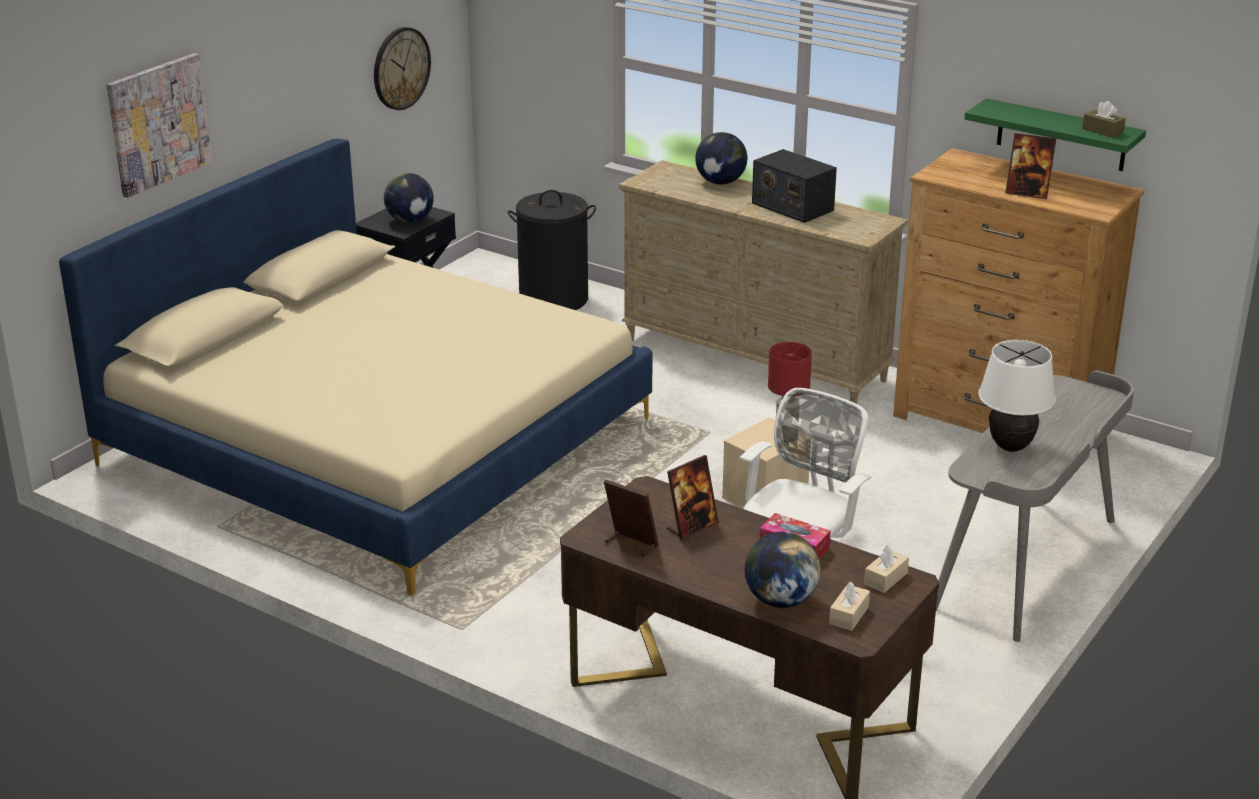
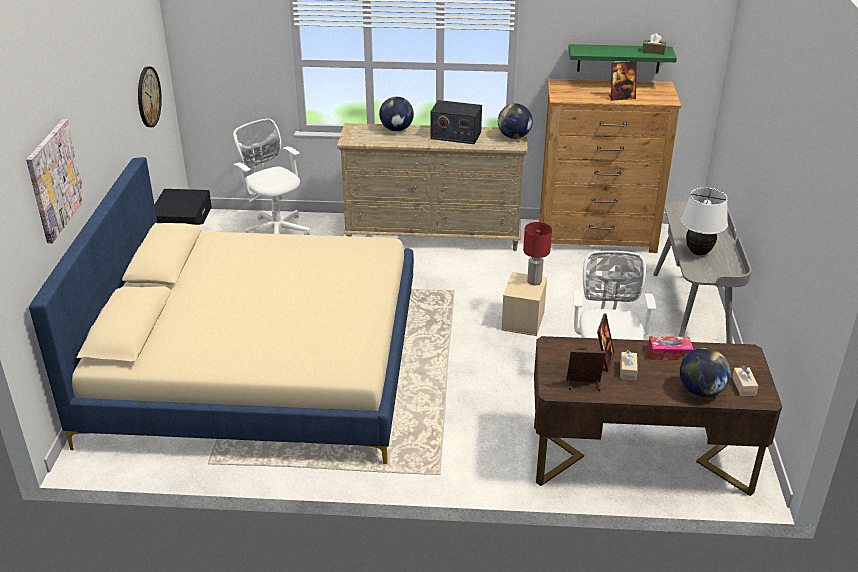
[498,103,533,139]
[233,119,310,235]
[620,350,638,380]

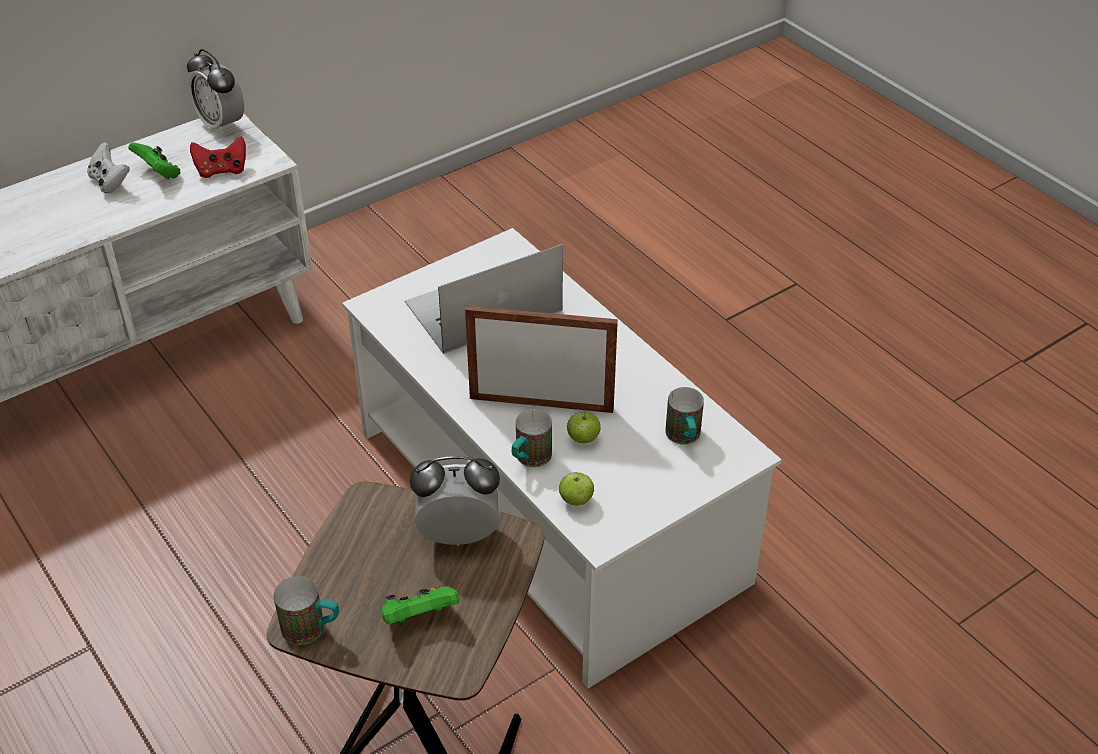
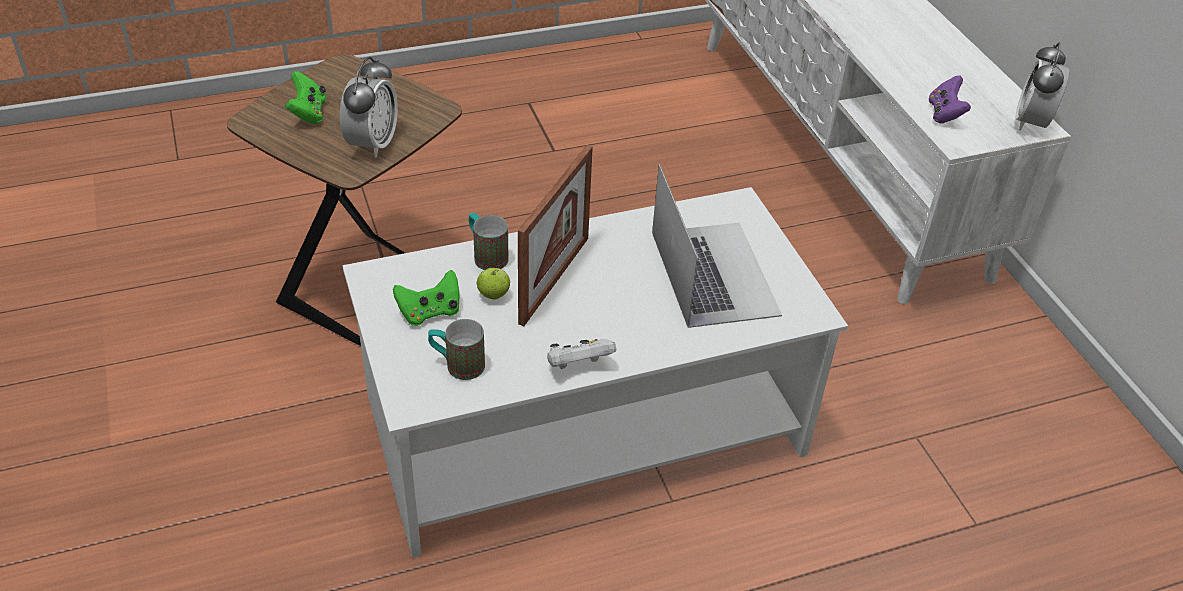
[547,339,616,369]
[393,270,460,326]
[1016,43,1069,131]
[929,76,971,124]
[274,576,339,645] (first image)
[559,472,594,506] (first image)

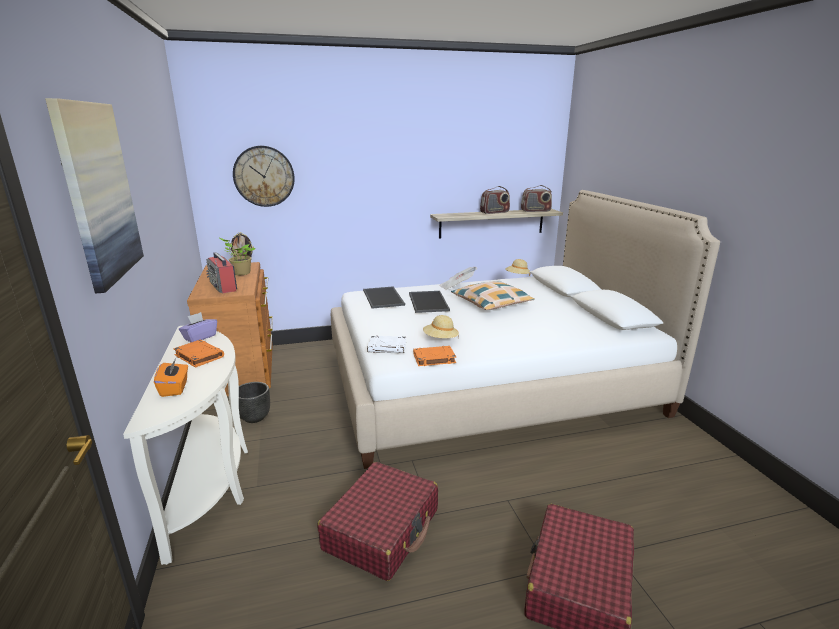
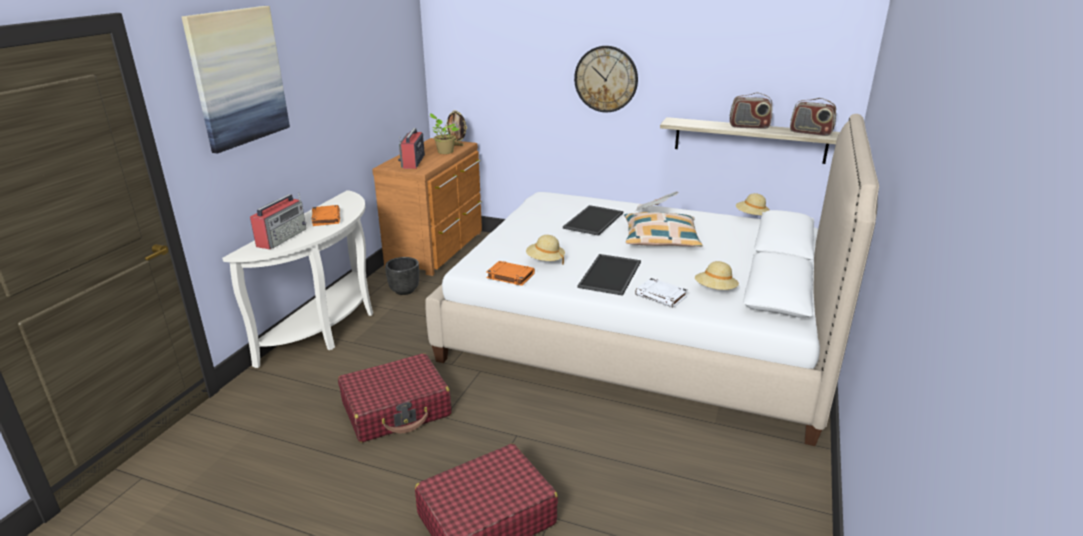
[250,192,306,250]
[179,312,217,342] (first image)
[574,46,638,112]
[577,254,641,296]
[635,278,688,308]
[695,261,739,290]

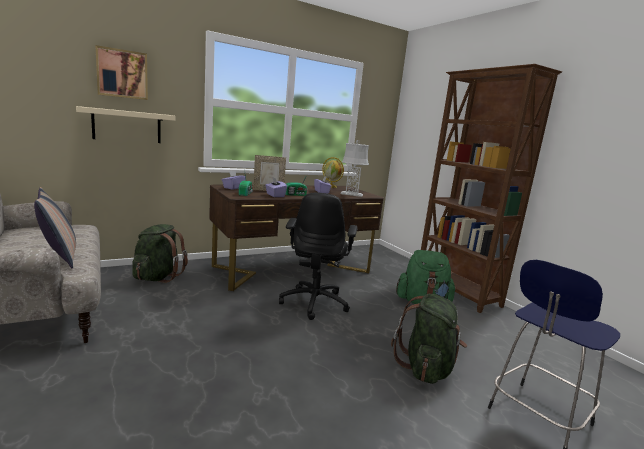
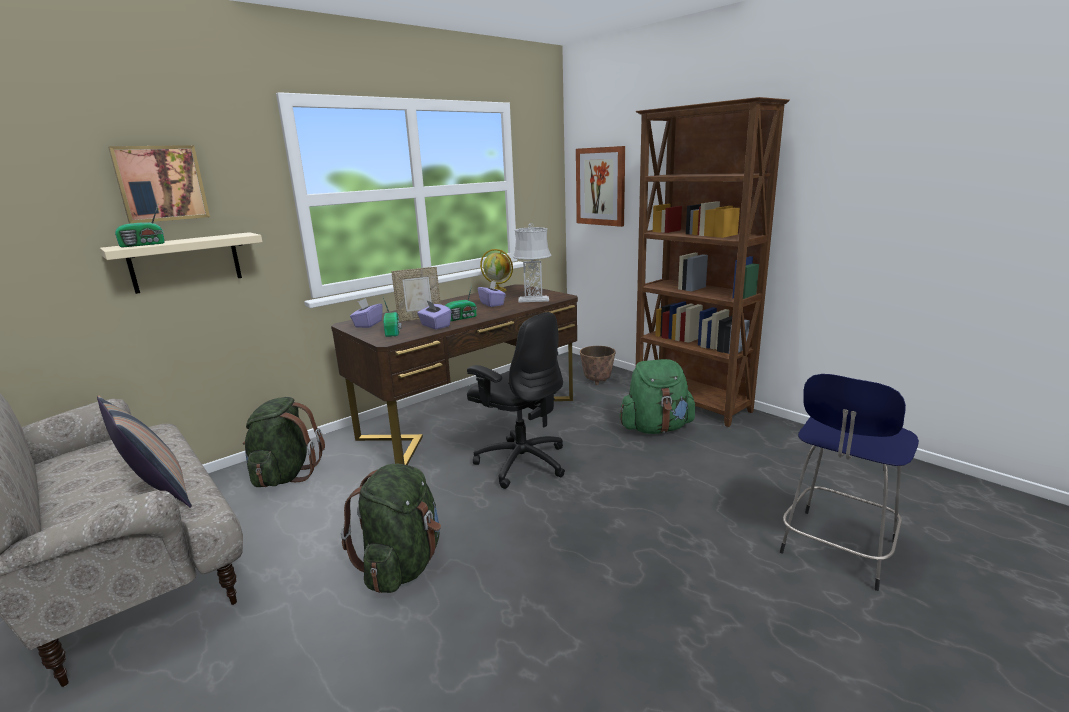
[467,312,565,489]
[341,464,441,593]
[115,205,165,248]
[576,146,625,227]
[580,346,616,385]

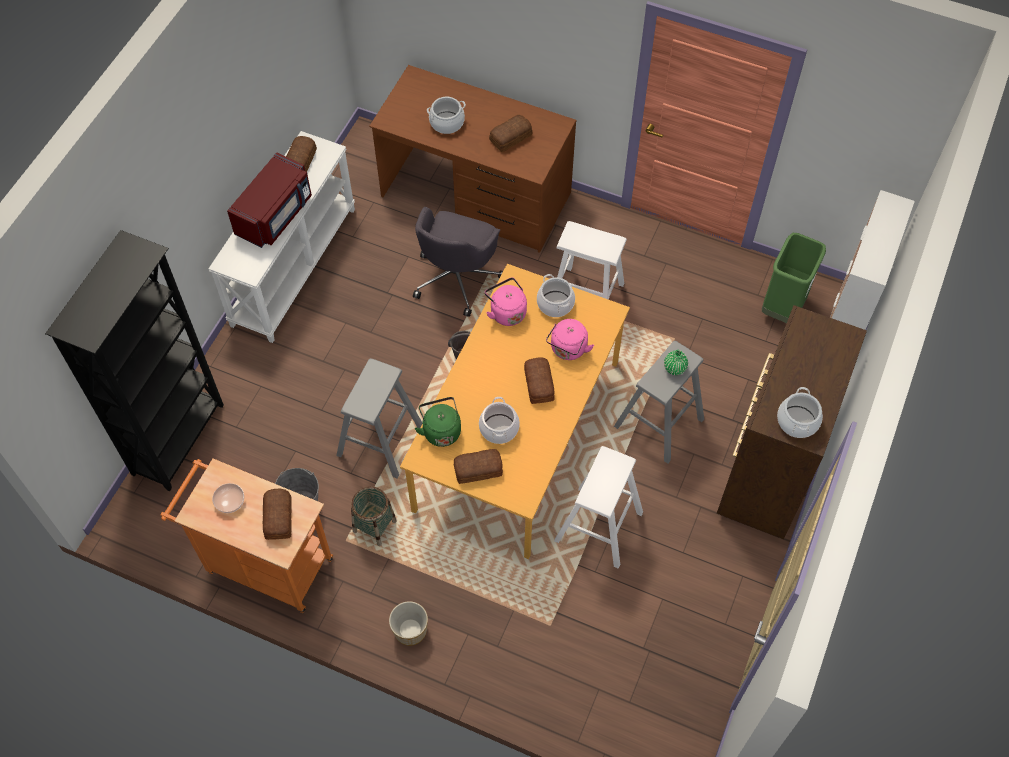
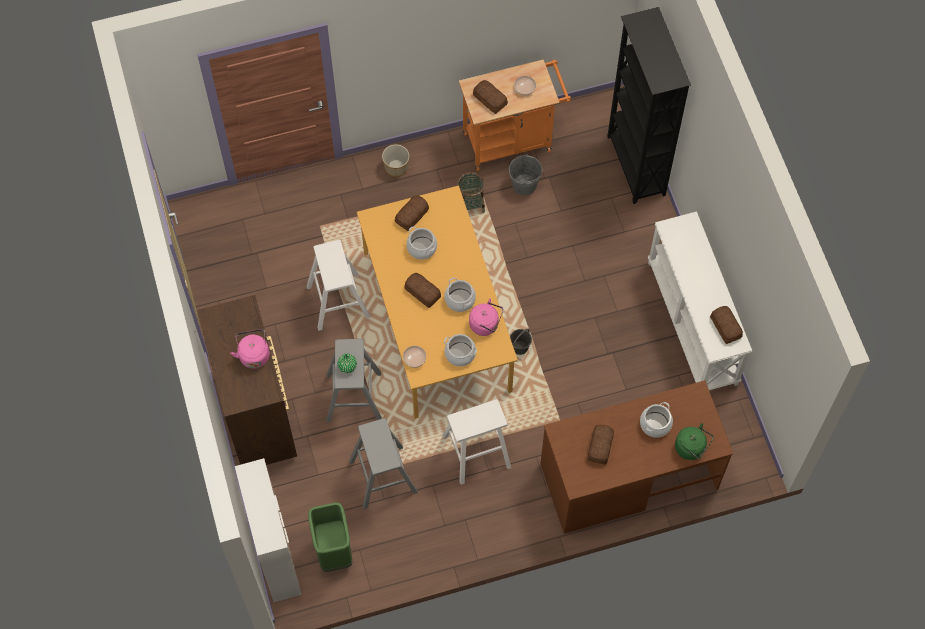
[227,152,312,248] (first image)
[349,418,418,509]
[413,207,503,317] (first image)
[675,423,714,460]
[231,329,270,369]
[444,277,476,312]
[403,346,426,368]

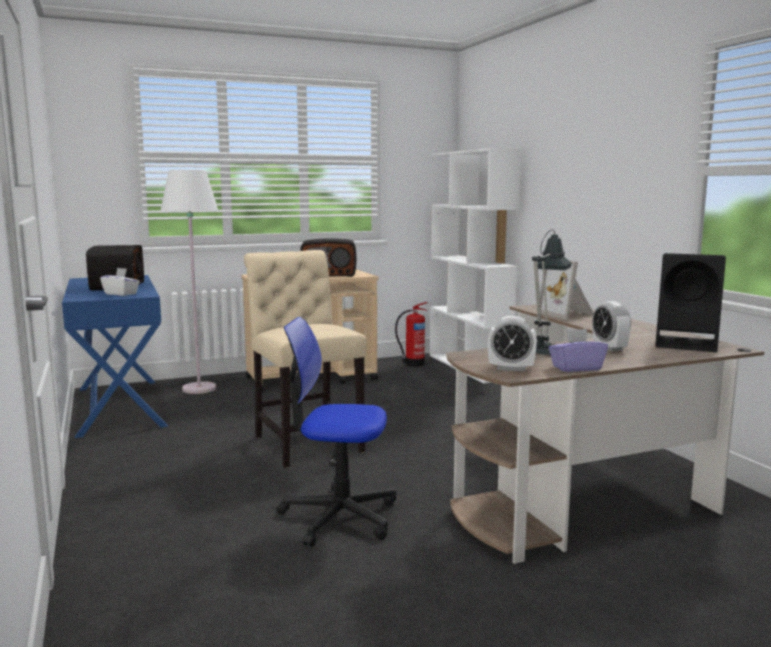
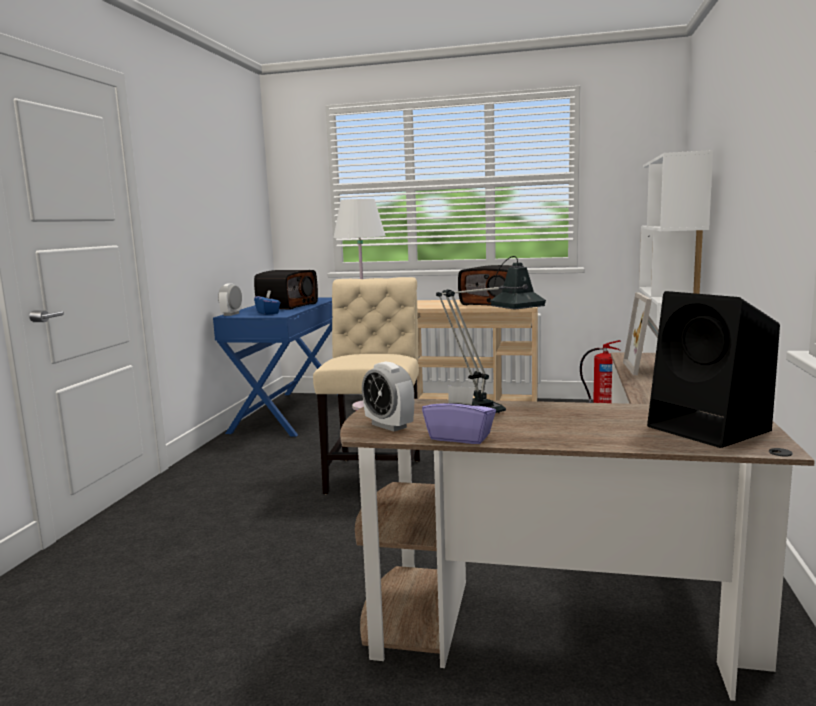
[254,290,280,315]
[276,317,397,547] (first image)
[218,283,242,316]

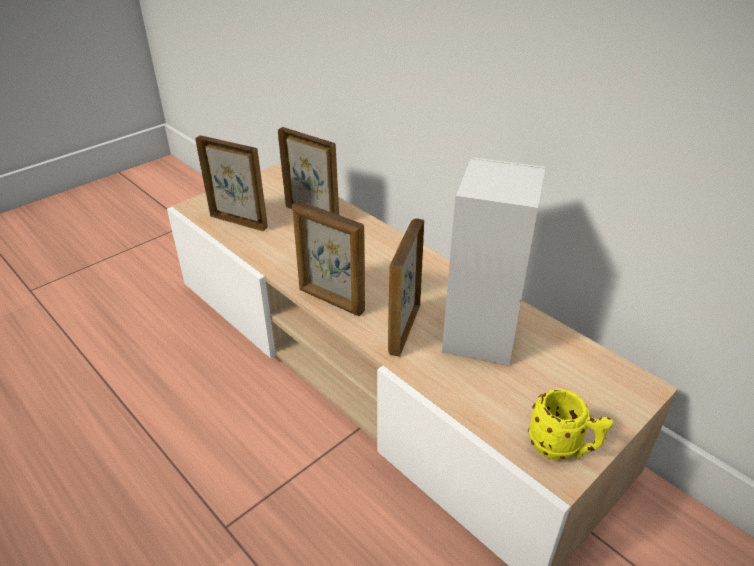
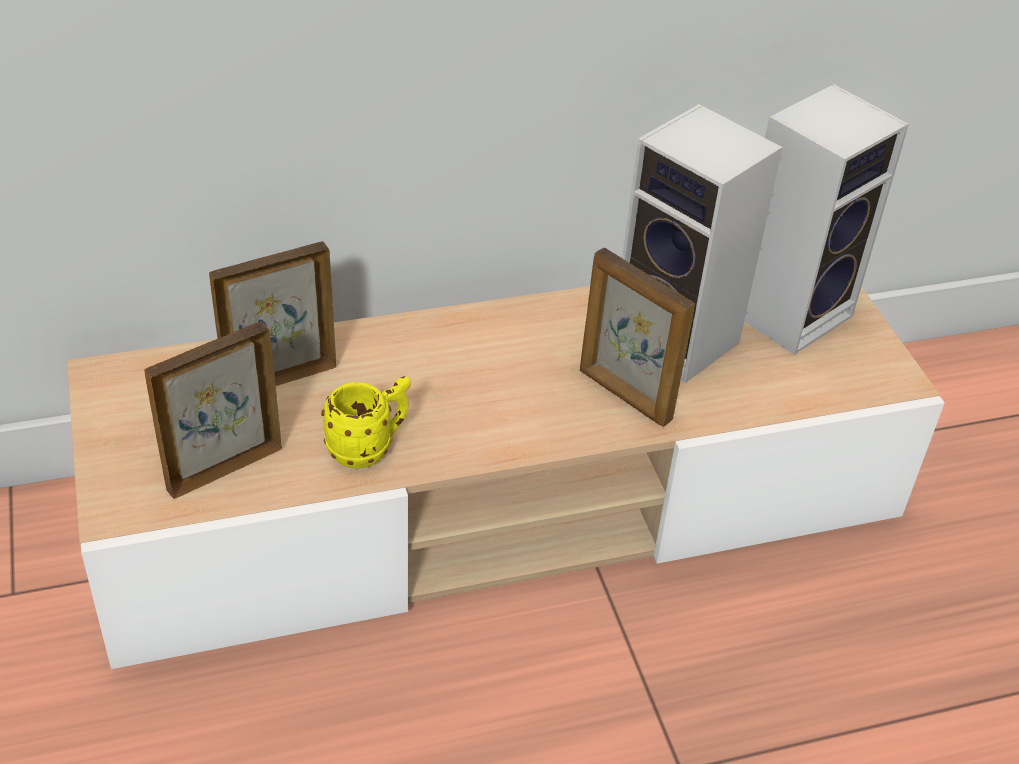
[292,200,365,316] (first image)
[321,376,411,468]
[744,84,909,355]

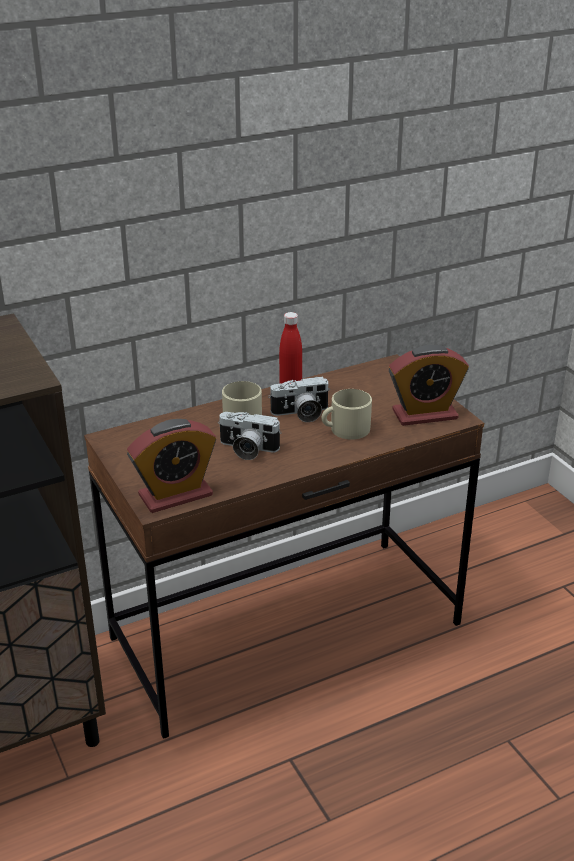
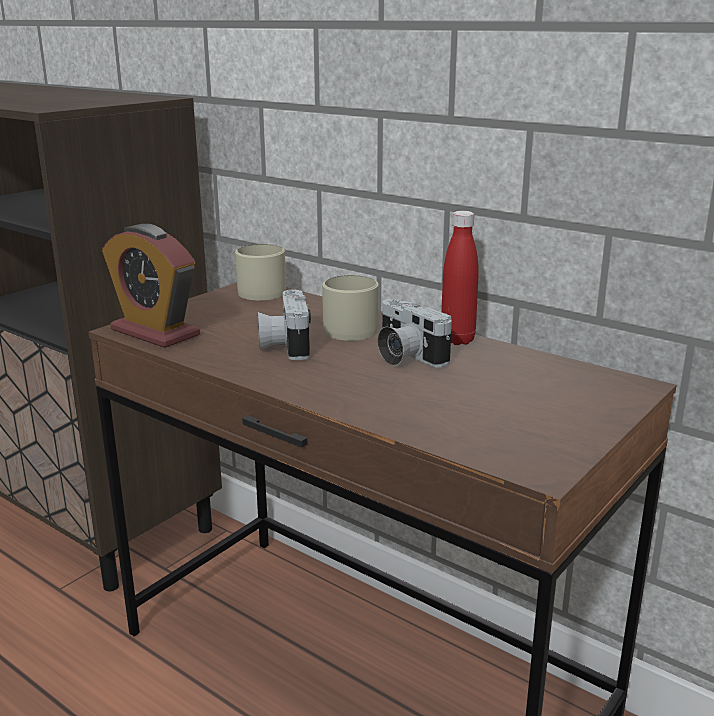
[235,244,286,300]
[389,345,469,426] (first image)

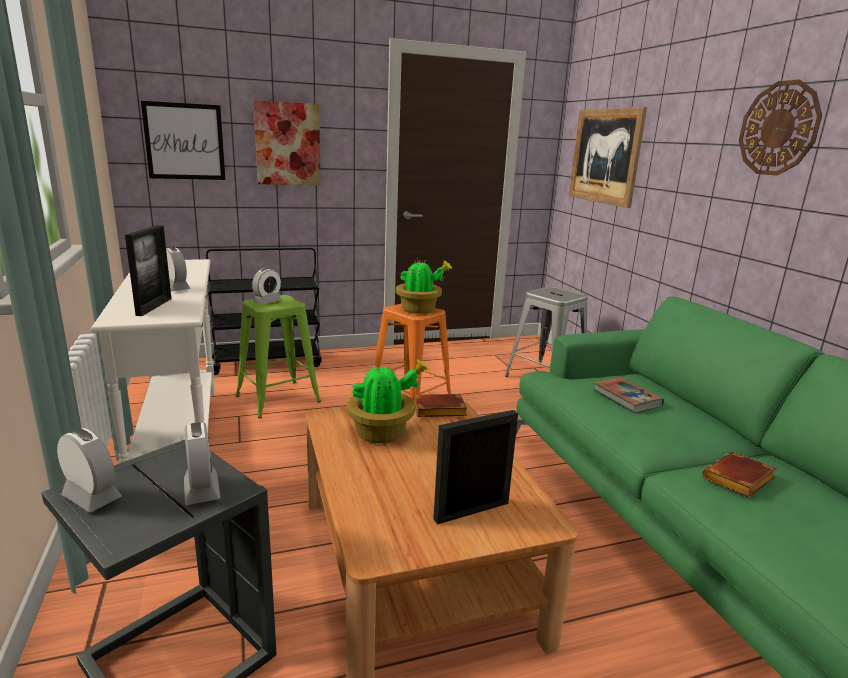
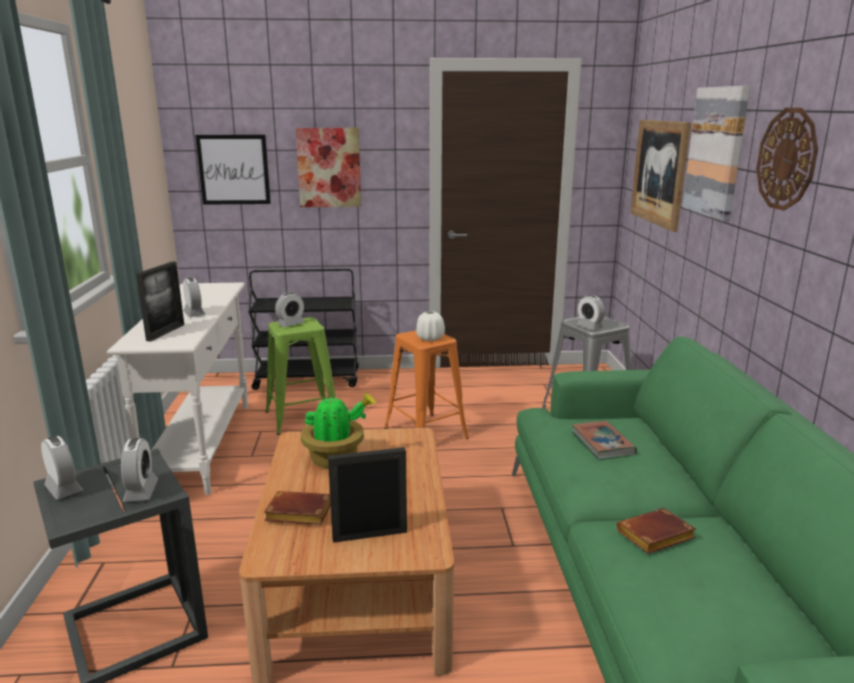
[416,311,445,341]
[264,491,331,525]
[577,295,605,330]
[682,86,750,222]

